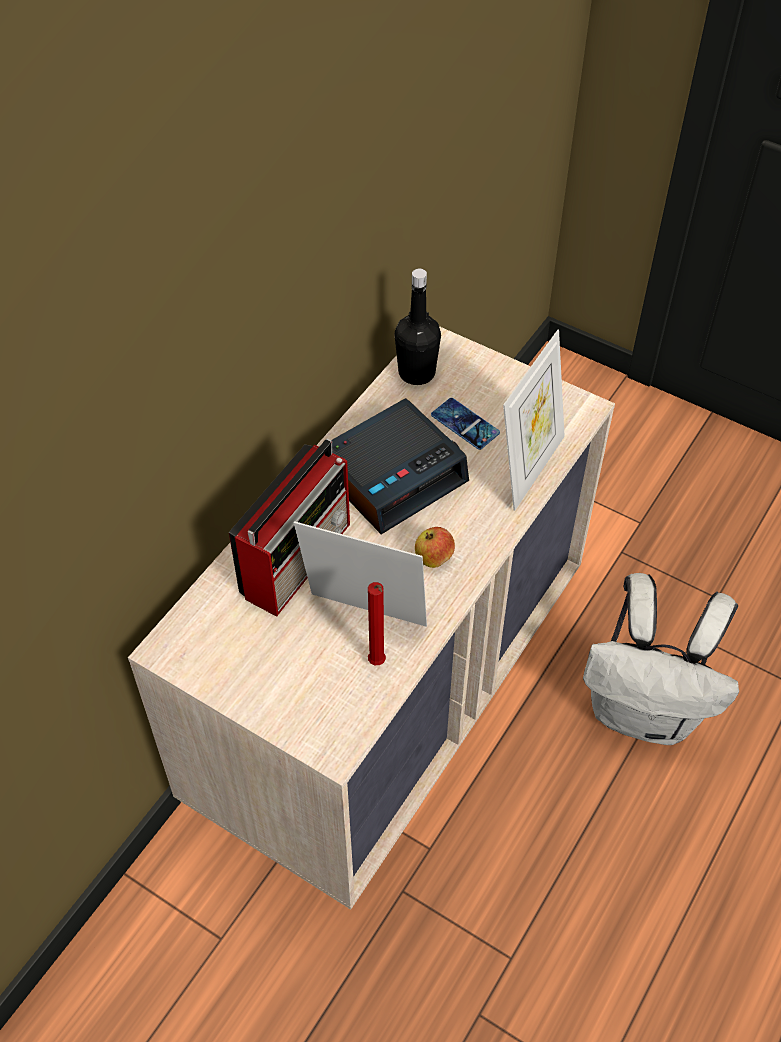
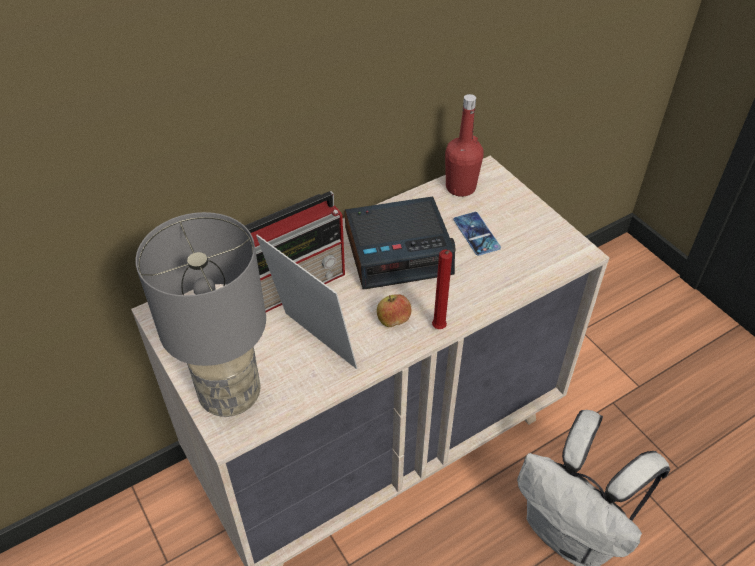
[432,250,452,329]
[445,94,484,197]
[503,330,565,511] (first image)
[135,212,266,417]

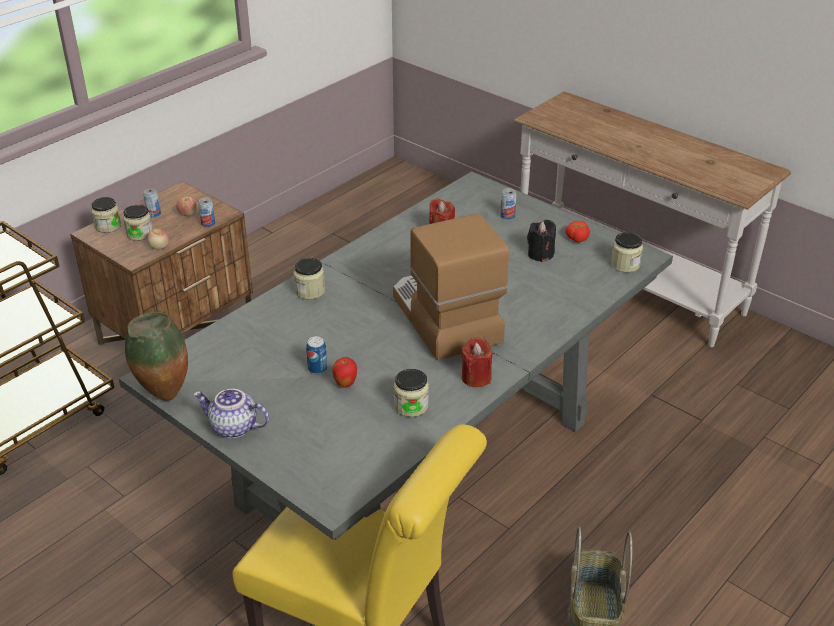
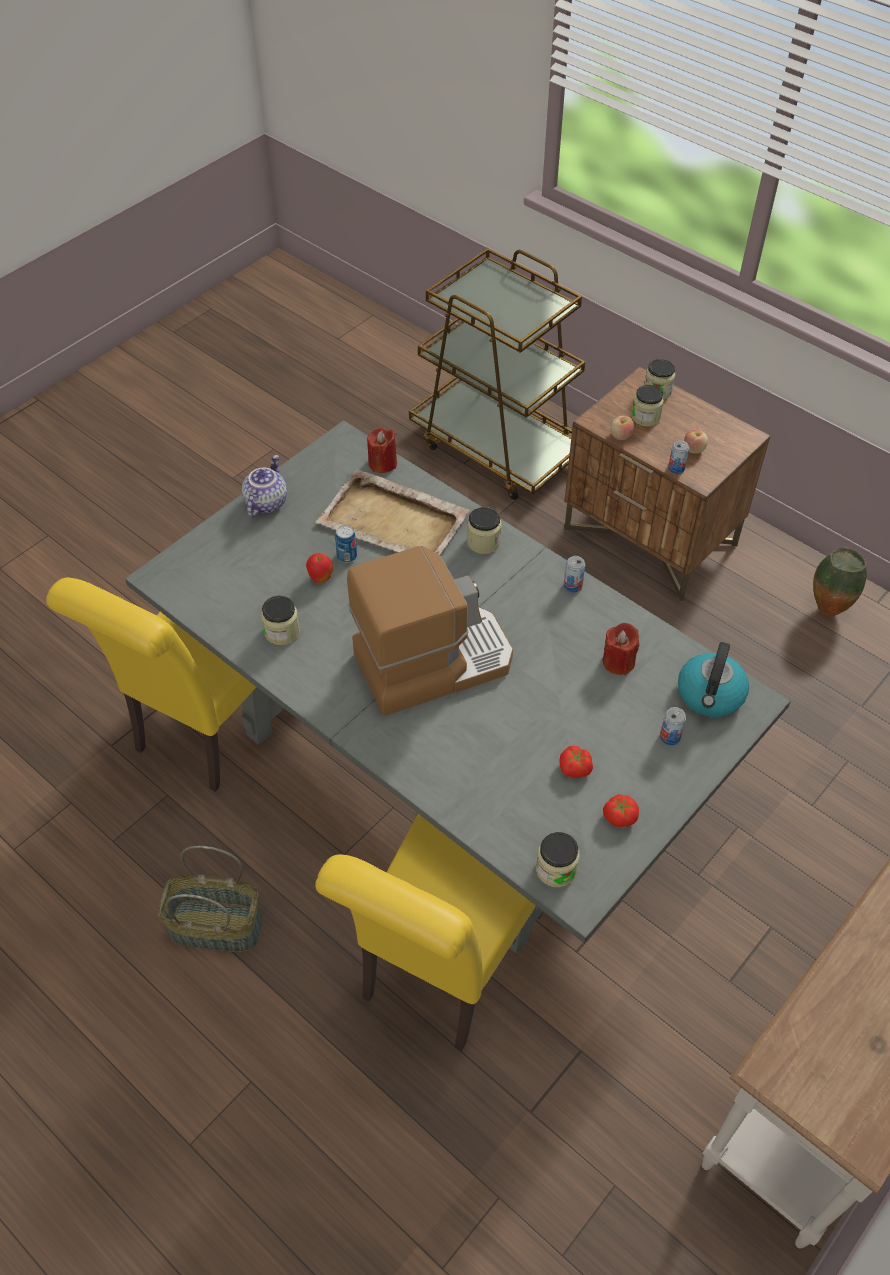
[813,547,867,617]
[564,556,585,593]
[367,427,397,473]
[559,746,593,778]
[315,814,543,1052]
[316,469,470,555]
[678,642,749,717]

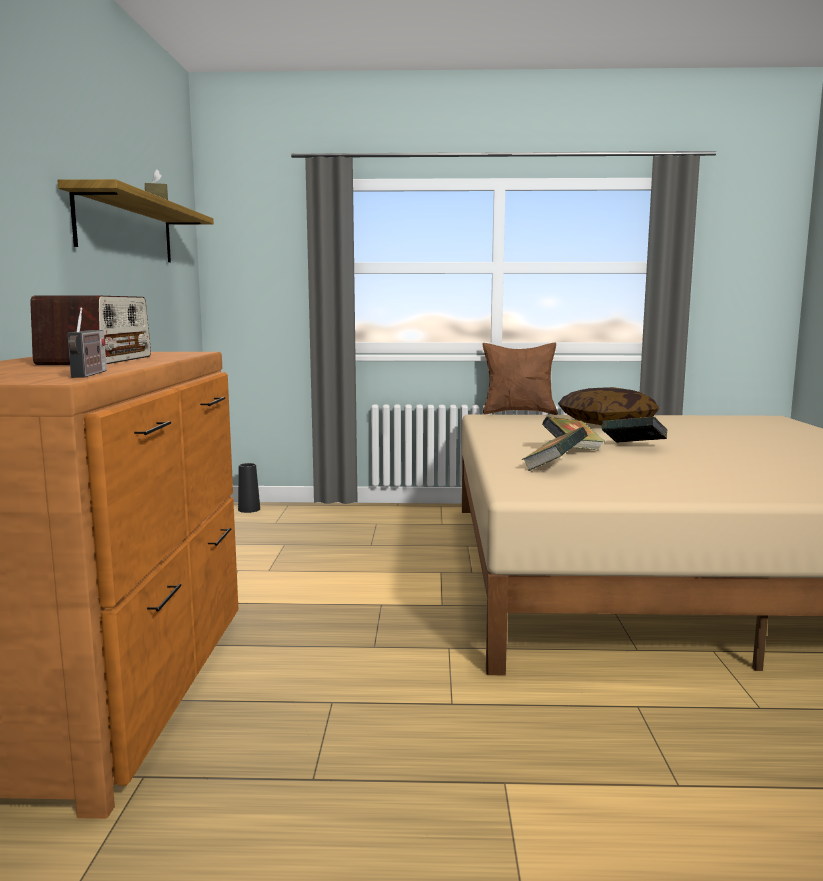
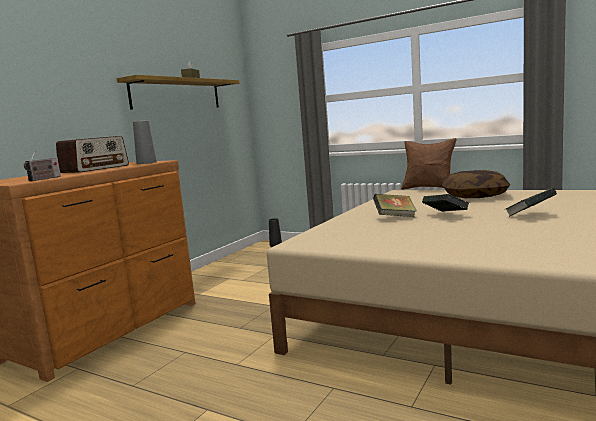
[506,188,557,217]
[133,120,157,164]

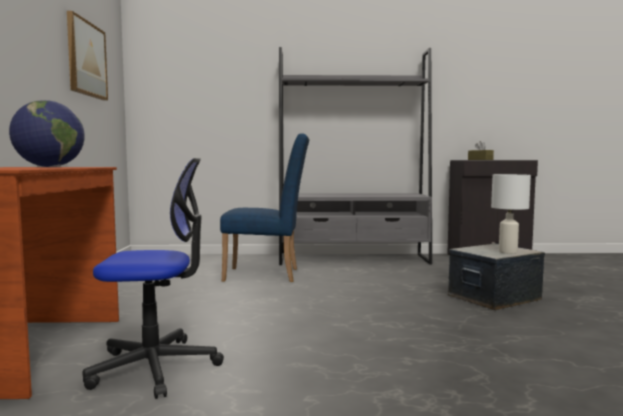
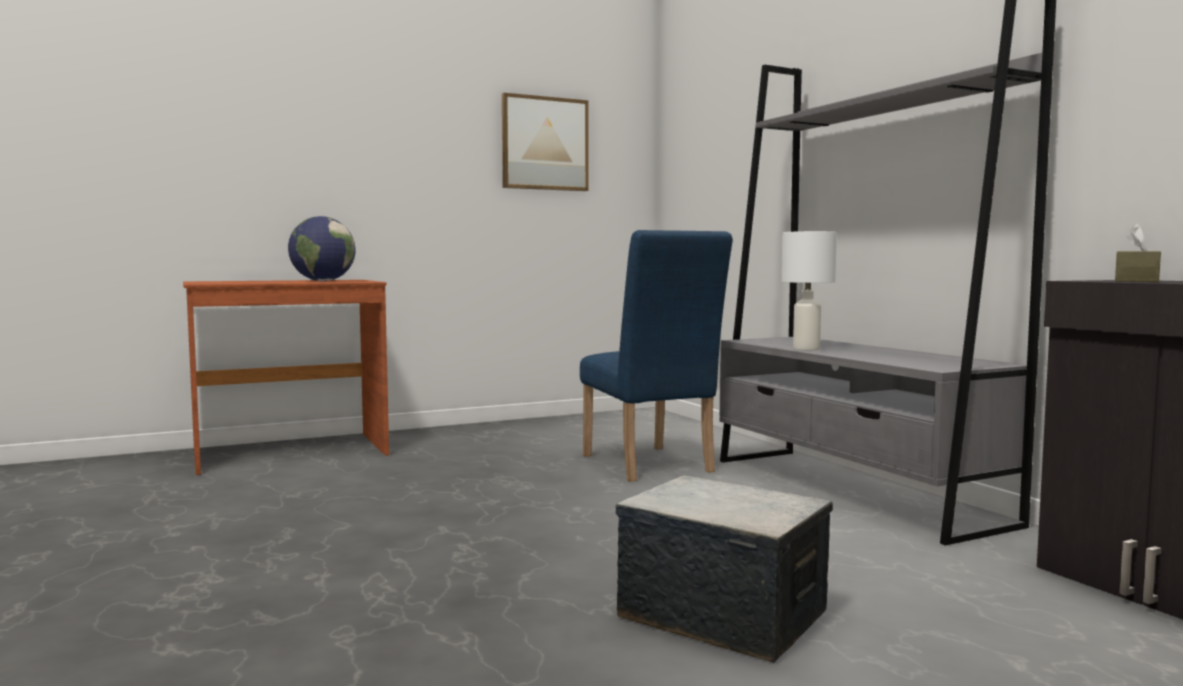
[82,158,224,399] (first image)
[781,231,837,350]

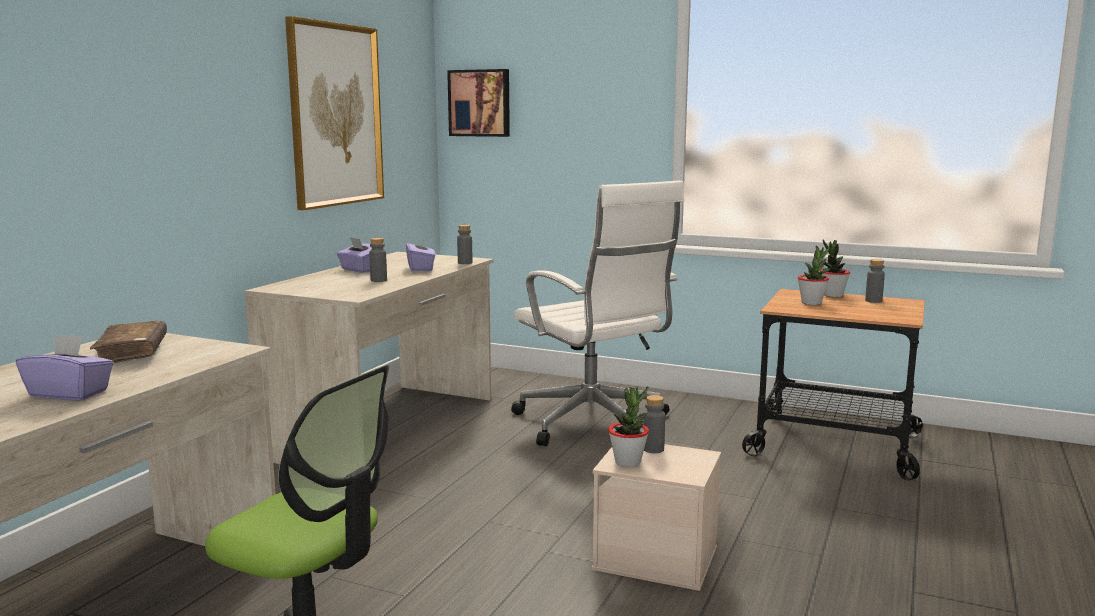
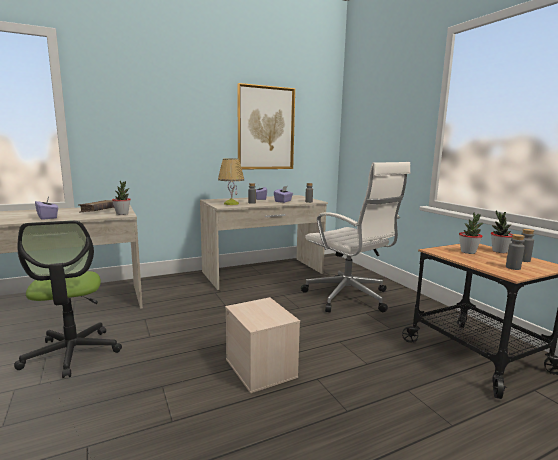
[447,69,510,137] (first image)
[301,162,410,313]
[112,181,131,215]
[506,234,525,270]
[218,158,244,205]

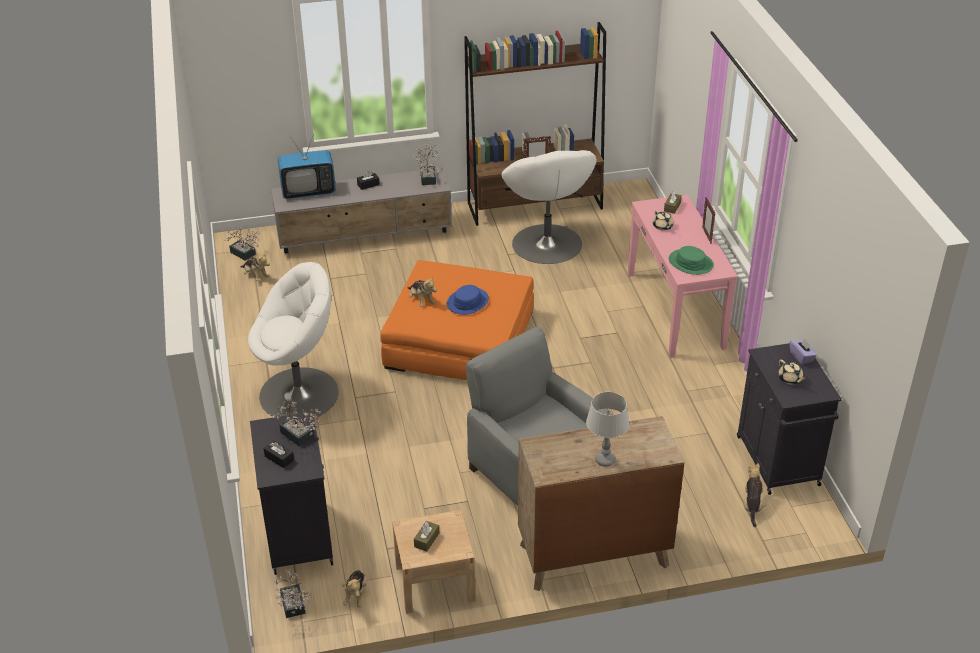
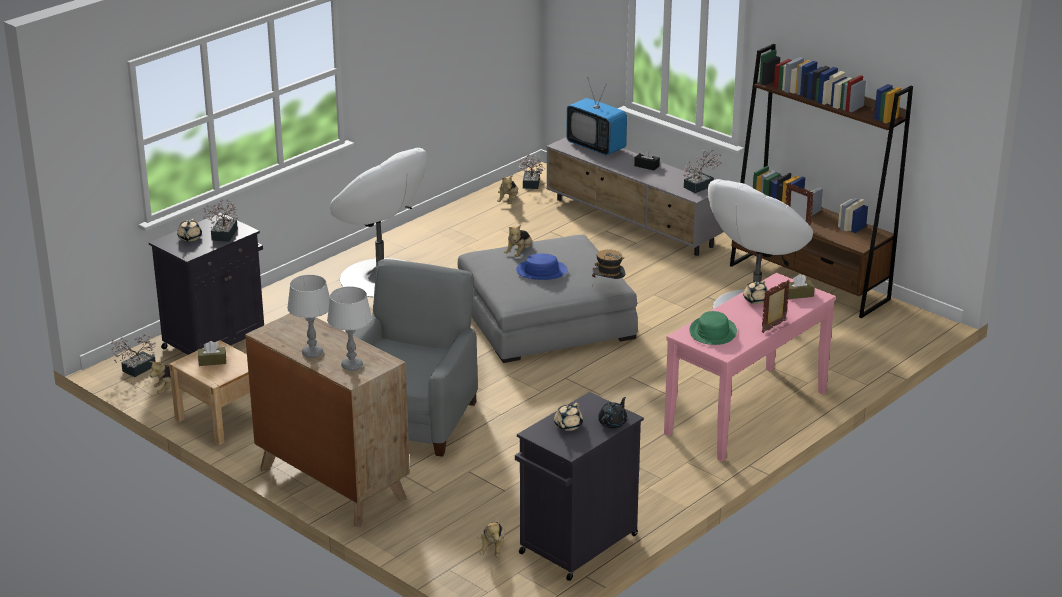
[177,219,202,241]
[458,235,638,363]
[477,520,505,557]
[598,397,627,428]
[327,286,372,371]
[592,250,625,279]

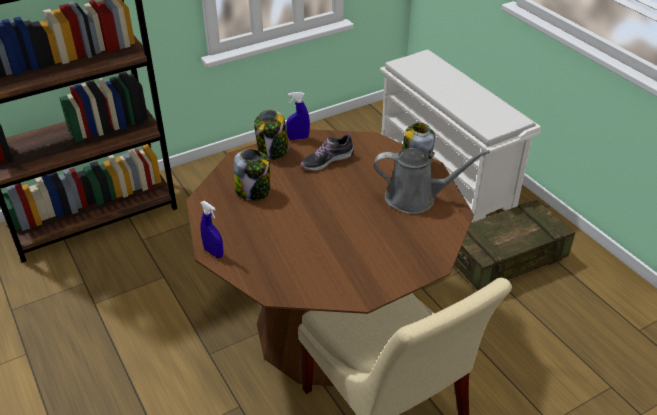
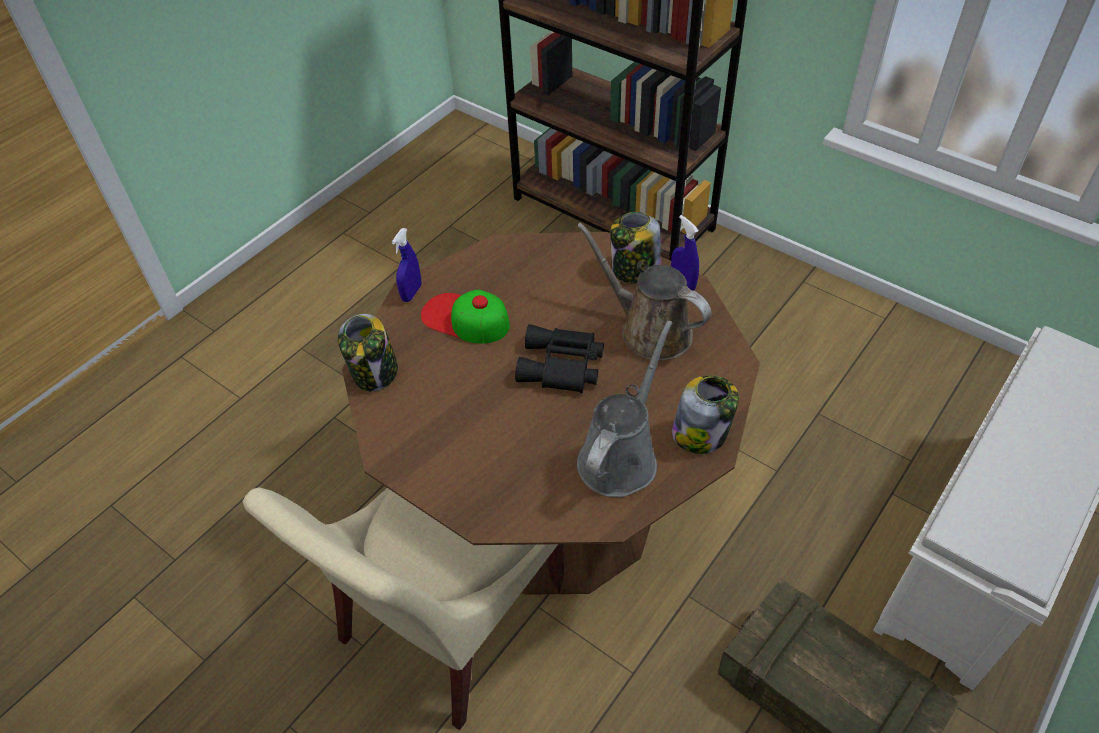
[338,314,398,392]
[577,222,711,361]
[577,321,673,497]
[421,290,510,344]
[515,324,604,393]

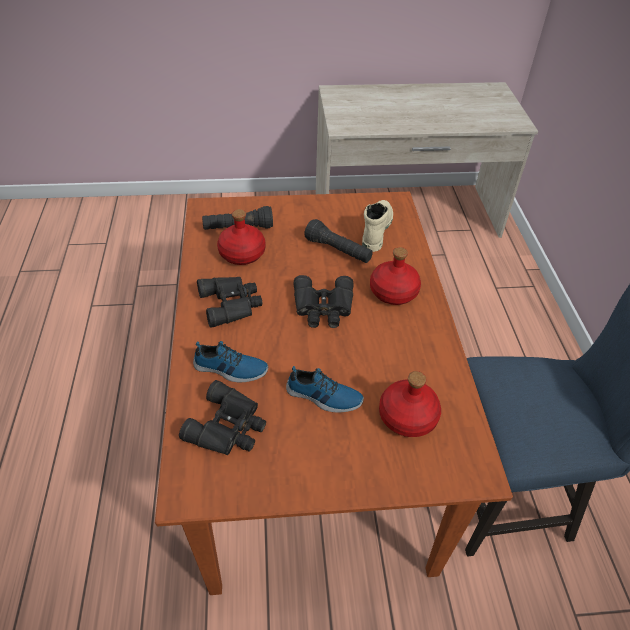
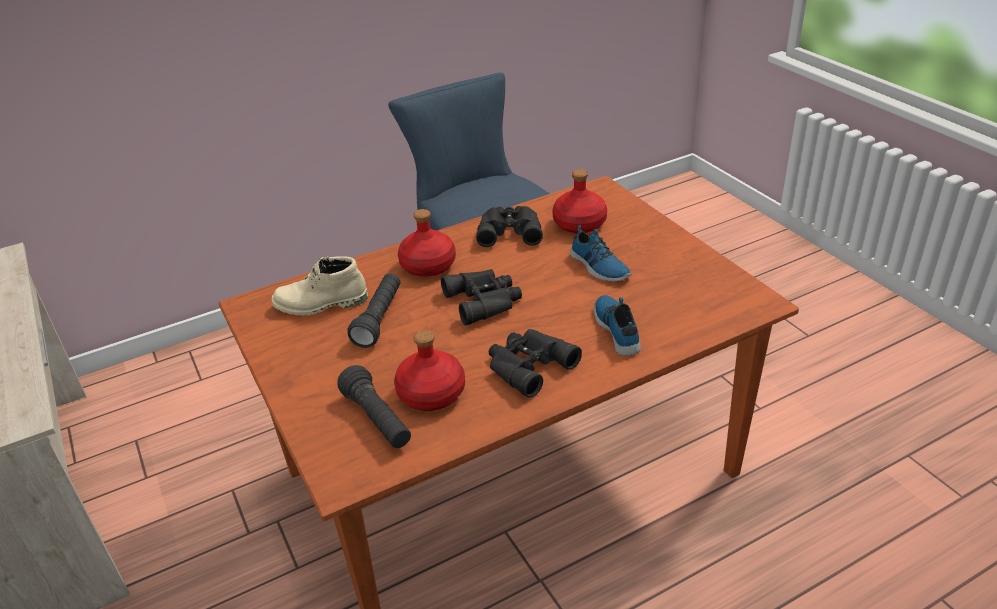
[476,206,543,247]
[570,225,631,281]

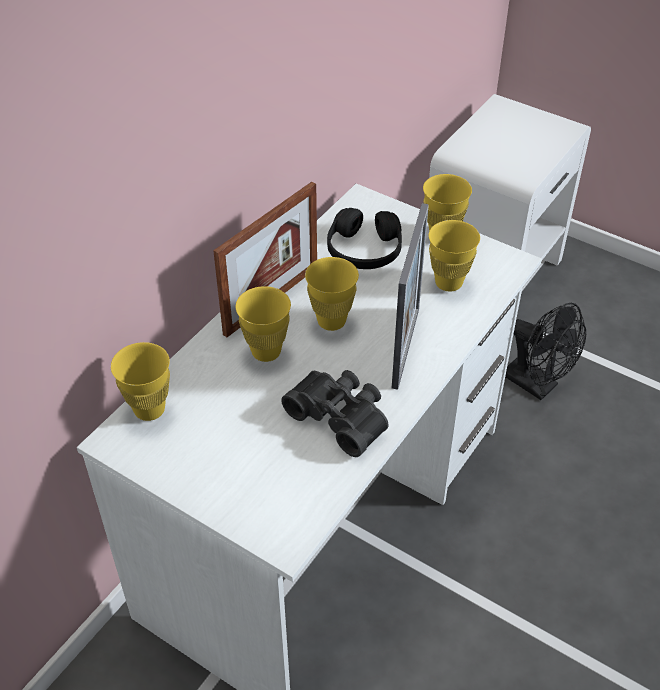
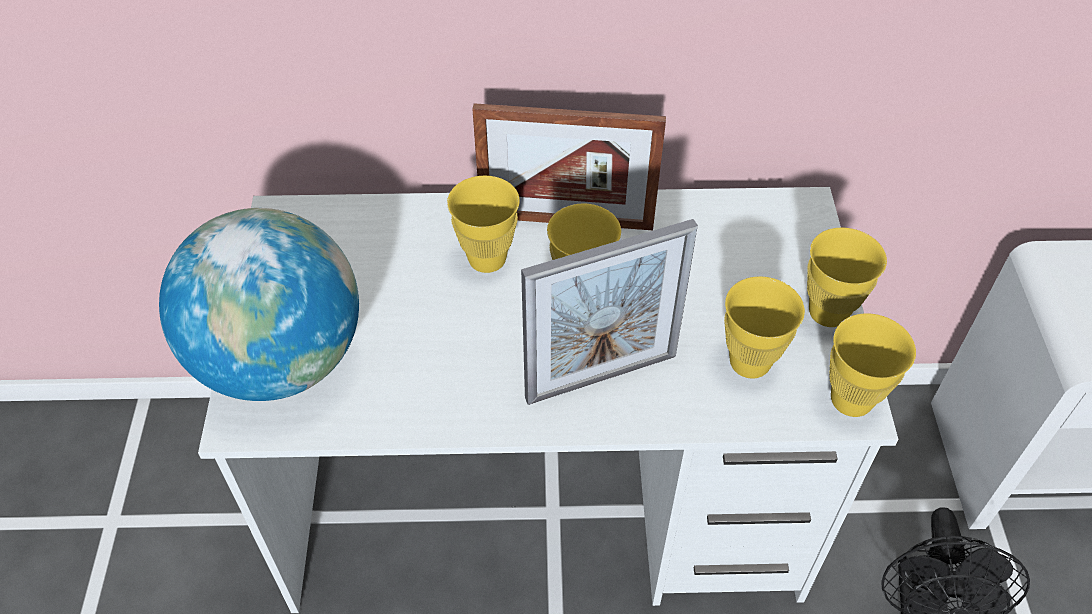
[829,313,916,417]
[281,370,389,457] (first image)
[327,208,402,269] (first image)
[159,208,359,401]

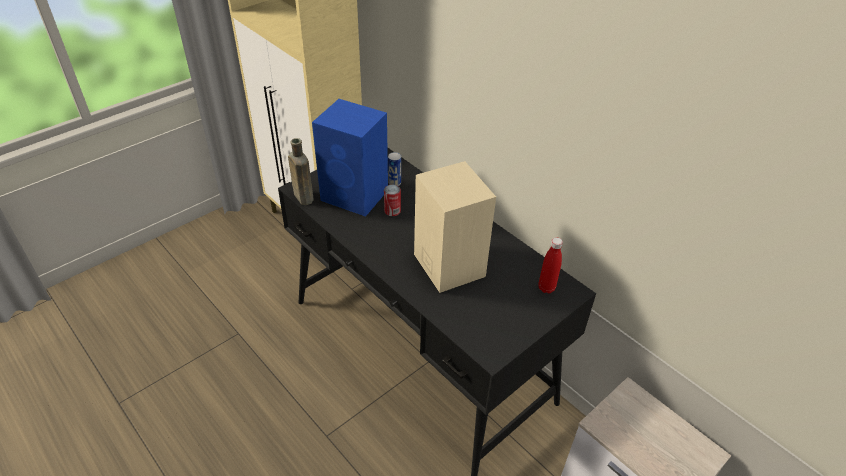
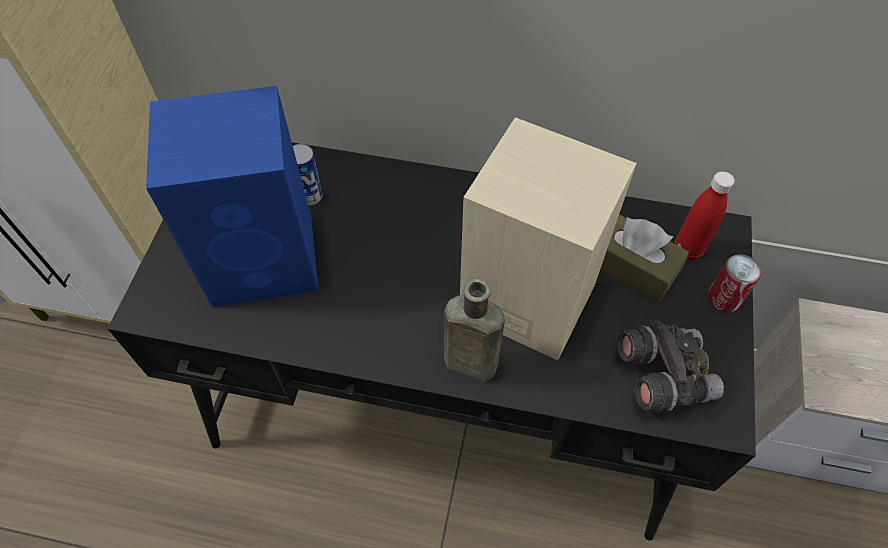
[444,279,505,382]
[708,254,761,312]
[600,215,689,303]
[617,319,724,412]

